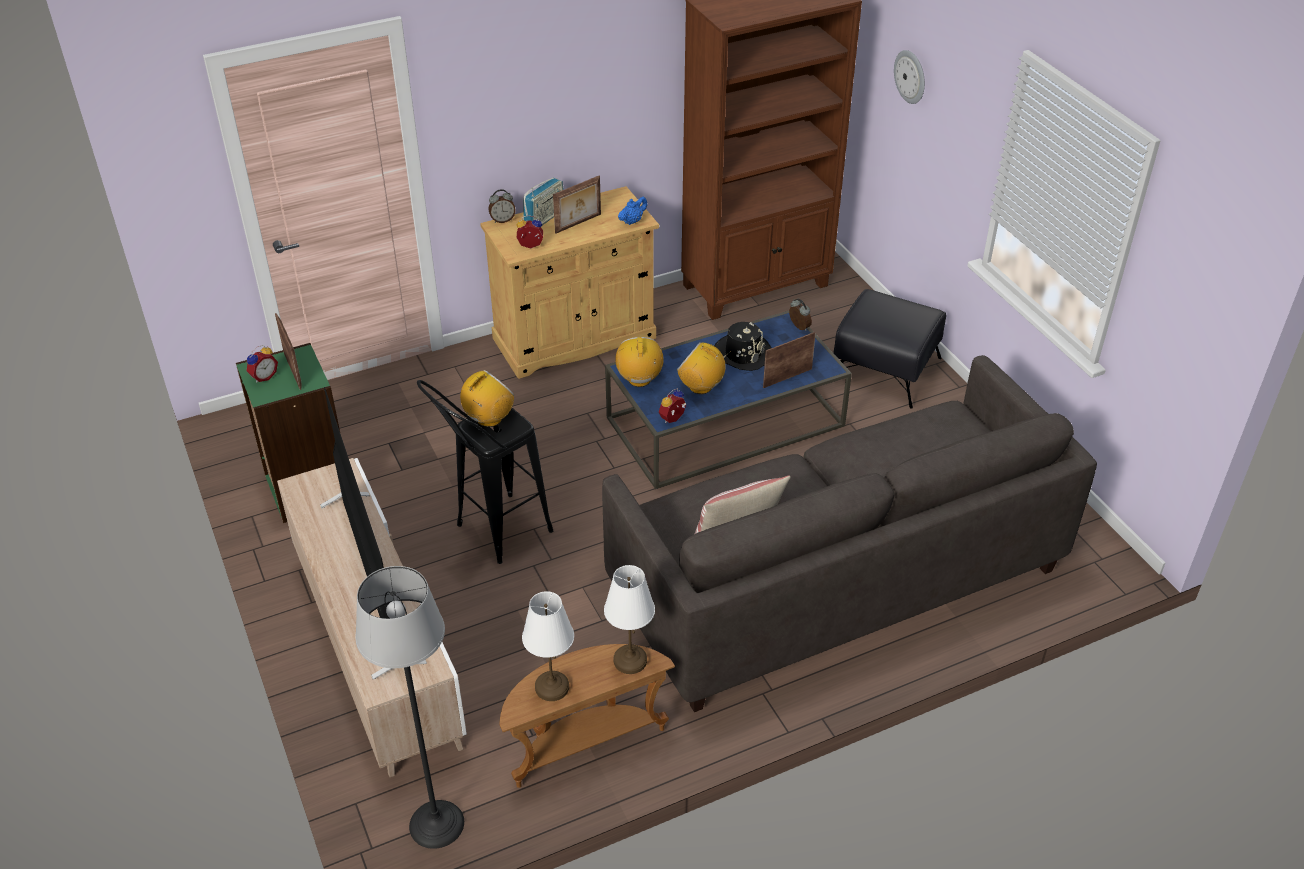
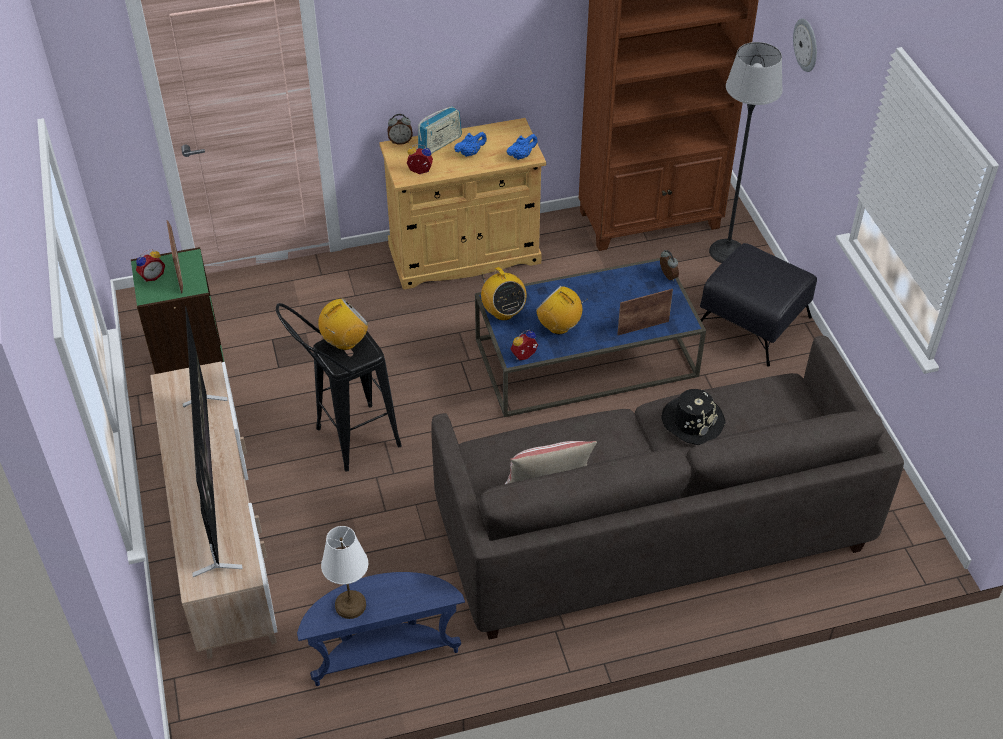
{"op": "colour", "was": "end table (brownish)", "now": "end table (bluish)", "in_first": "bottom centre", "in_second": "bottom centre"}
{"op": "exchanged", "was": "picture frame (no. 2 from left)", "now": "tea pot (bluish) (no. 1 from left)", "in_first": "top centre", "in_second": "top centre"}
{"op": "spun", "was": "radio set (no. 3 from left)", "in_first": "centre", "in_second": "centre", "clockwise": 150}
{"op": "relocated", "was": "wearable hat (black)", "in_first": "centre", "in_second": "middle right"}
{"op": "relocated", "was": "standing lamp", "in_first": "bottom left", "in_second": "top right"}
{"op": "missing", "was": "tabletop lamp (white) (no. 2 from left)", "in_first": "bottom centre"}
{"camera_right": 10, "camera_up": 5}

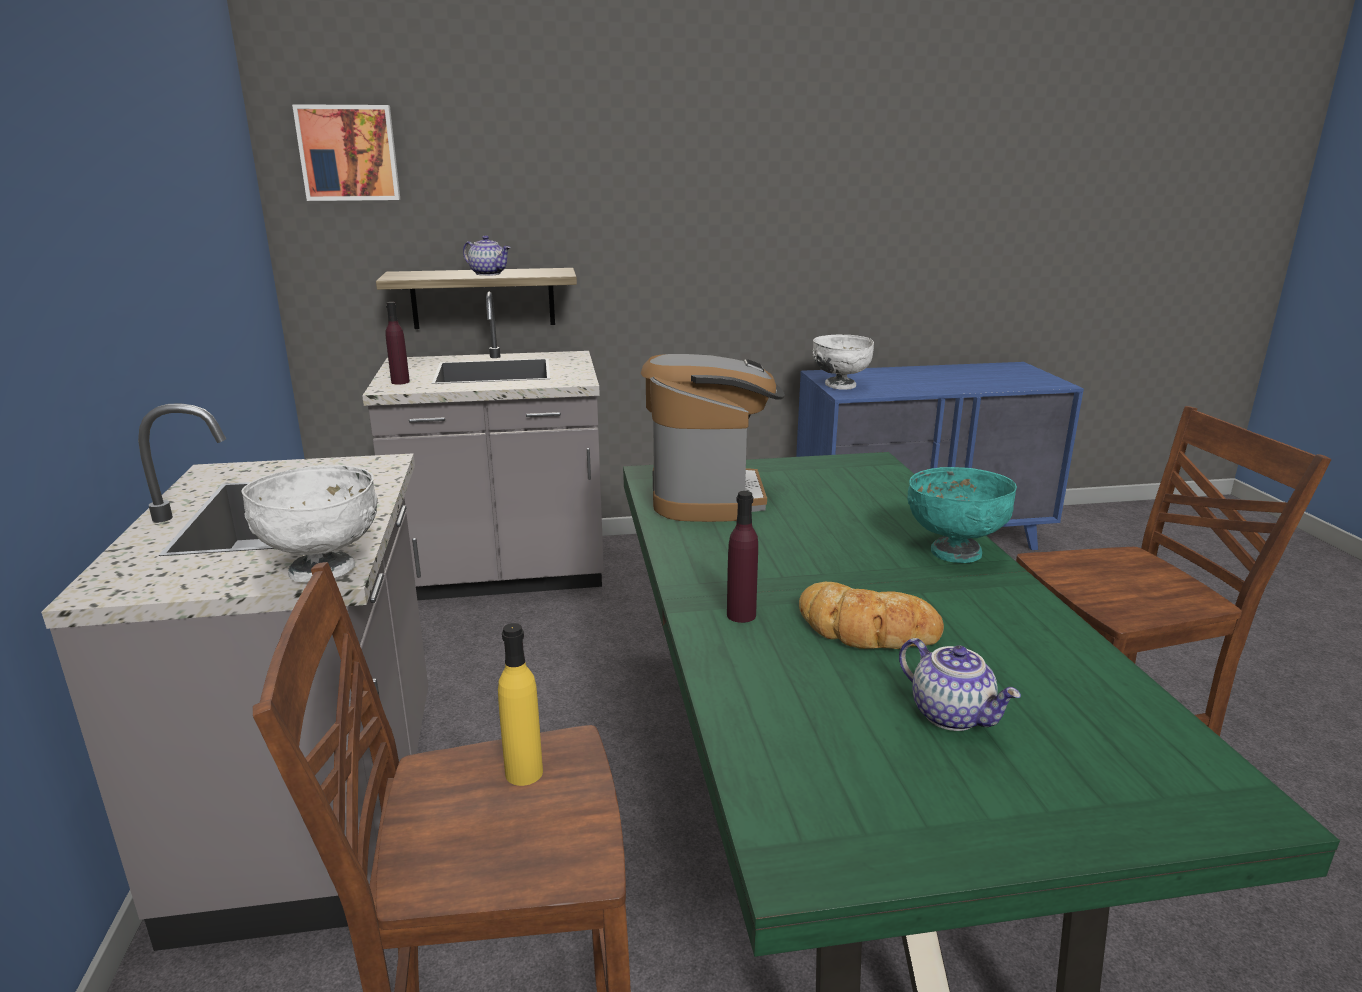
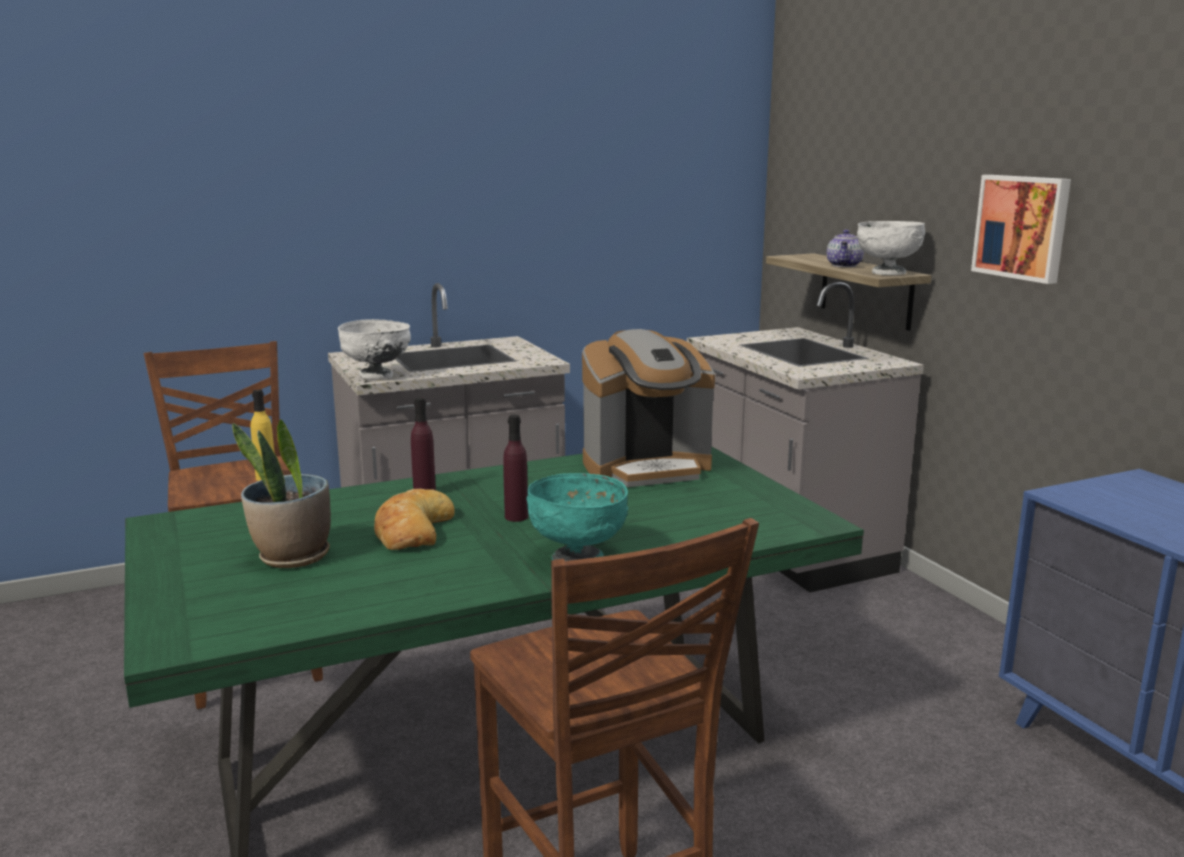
{"op": "exchanged", "was": "tea pot (no. 2 from left)", "now": "potted plant", "in_first": "bottom right", "in_second": "middle left"}
{"op": "relocated", "was": "beverage bottle (purple-coloured) (no. 1 from left in the first image)", "now": "beverage bottle (purple-coloured) (no. 2 from left)", "in_first": "middle left", "in_second": "centre"}
{"op": "relocated", "was": "bowl (white) (no. 2 from left)", "in_first": "centre", "in_second": "top right"}
{"op": "relocated", "was": "picture", "in_first": "top left", "in_second": "top right"}
{"camera_right": 75, "camera_up": -5}

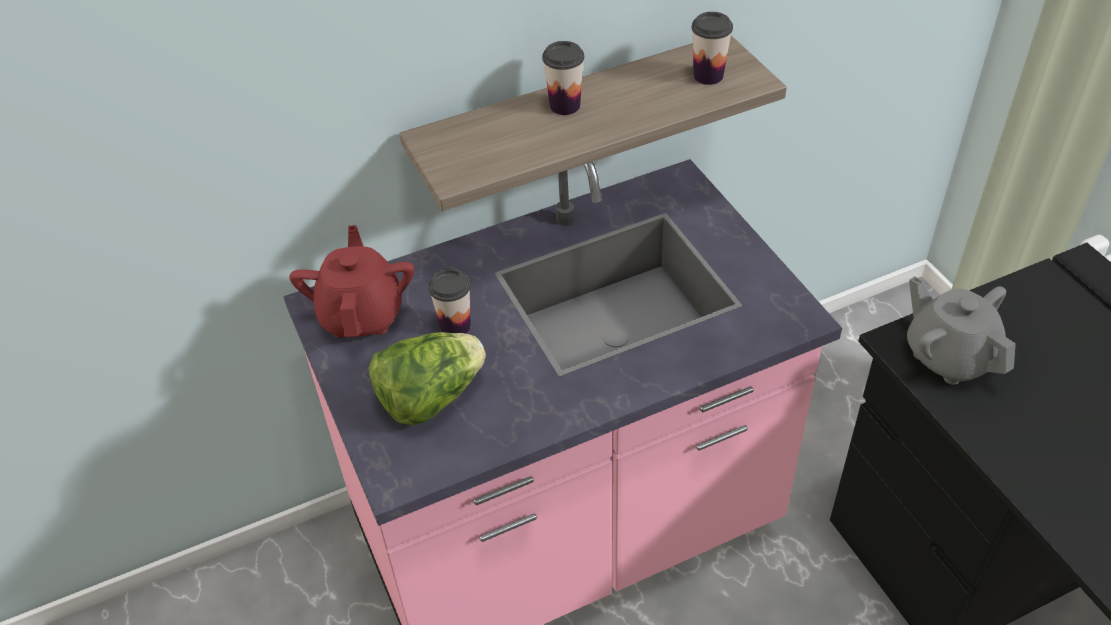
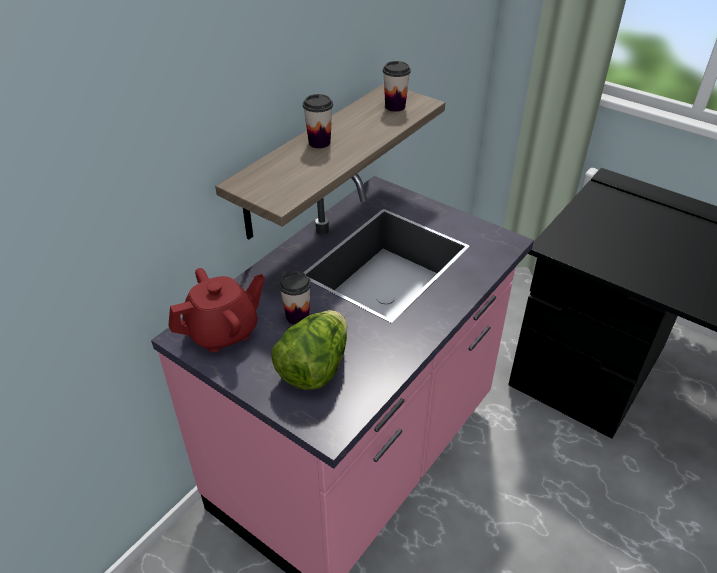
{"op": "spun", "was": "tea pot (red)", "in_first": "middle left", "in_second": "middle left", "clockwise": 90}
{"op": "missing", "was": "tea pot (grey)", "in_first": "middle right"}
{"camera_right": -30, "camera_up": -5}

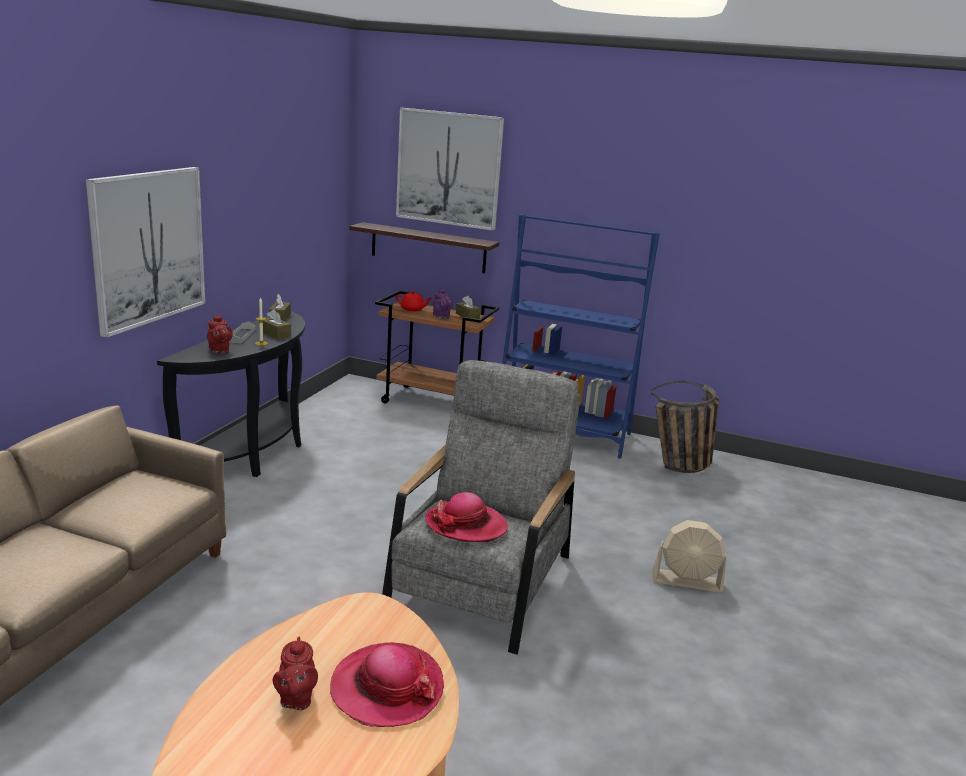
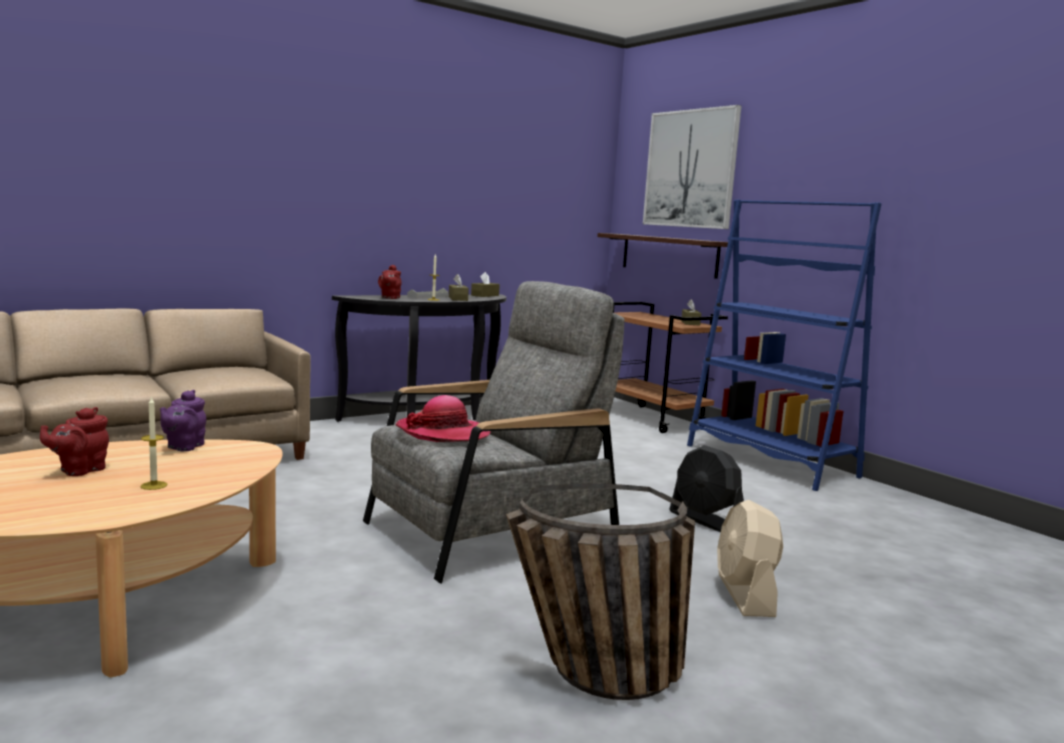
{"op": "exchanged", "was": "wearable hat (no. 1 from left)", "now": "wax candle (no. 1 from left)", "in_first": "bottom centre", "in_second": "middle left"}
{"op": "relocated", "was": "tea pot (purple-coloured)", "in_first": "centre", "in_second": "middle left"}
{"op": "relocated", "was": "storage basket", "in_first": "middle right", "in_second": "bottom centre"}
{"op": "appeared", "now": "cooling fan (black)", "in_second": "centre"}
{"op": "spun", "was": "cooling fan (beige)", "in_first": "bottom right", "in_second": "bottom right", "clockwise": 45}
{"op": "missing", "was": "picture (no. 1 from left)", "in_first": "top left"}
{"op": "missing", "was": "tea pot (red) (no. 3 from left)", "in_first": "centre"}
{"camera_right": 35, "camera_up": -10}

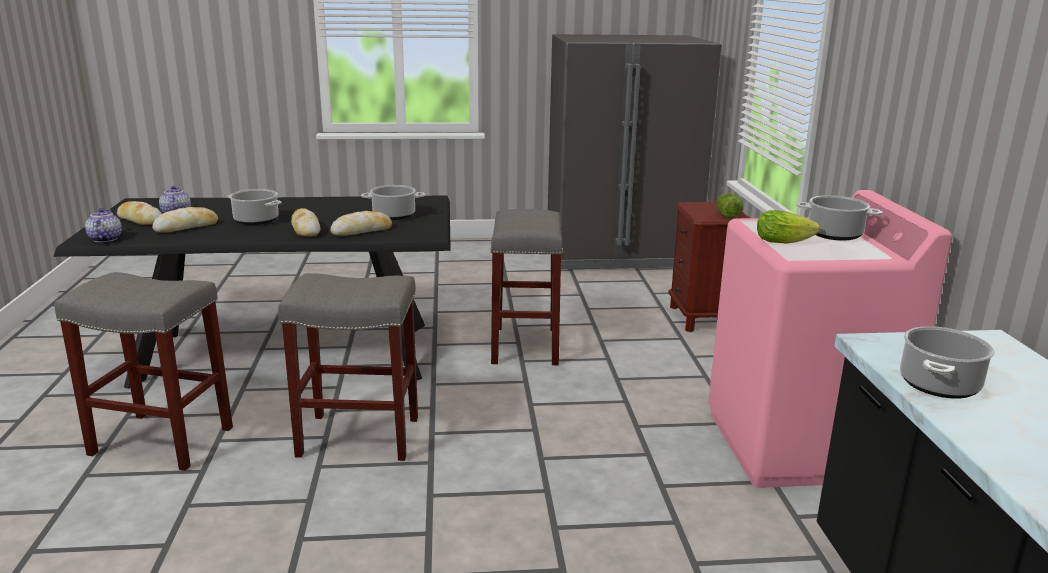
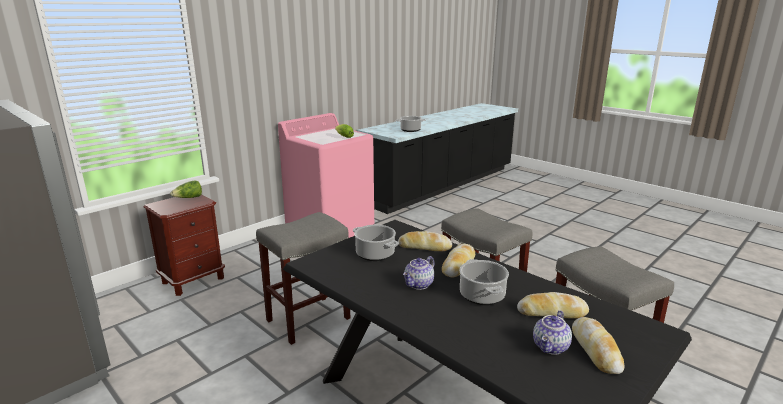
{"op": "relocated", "was": "tea pot (no. 1 from left)", "in_first": "middle left", "in_second": "bottom centre"}
{"op": "missing", "was": "cooking pot (no. 3 from left)", "in_first": "middle right"}
{"camera_right": -130, "camera_up": 0}

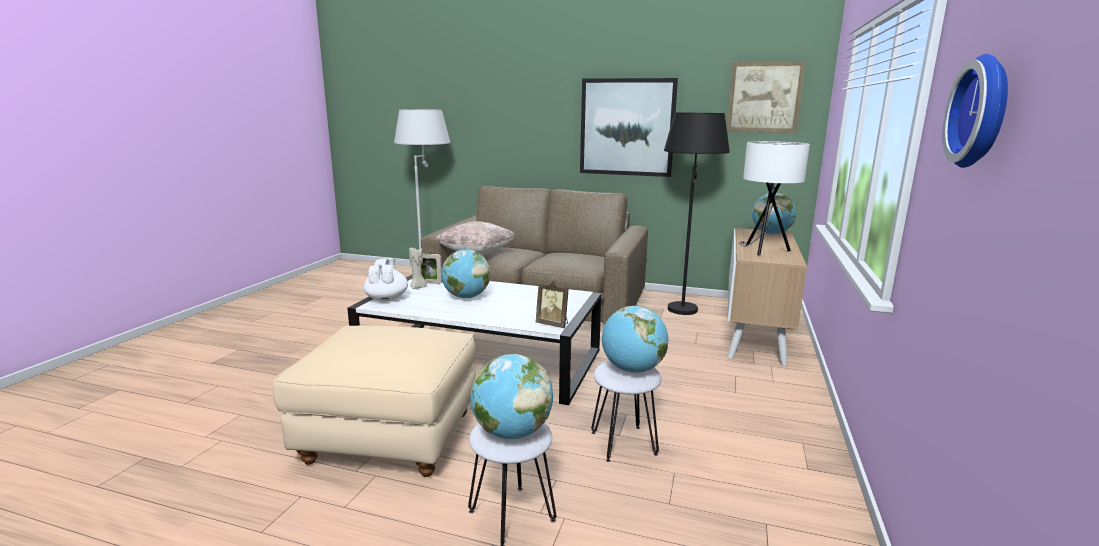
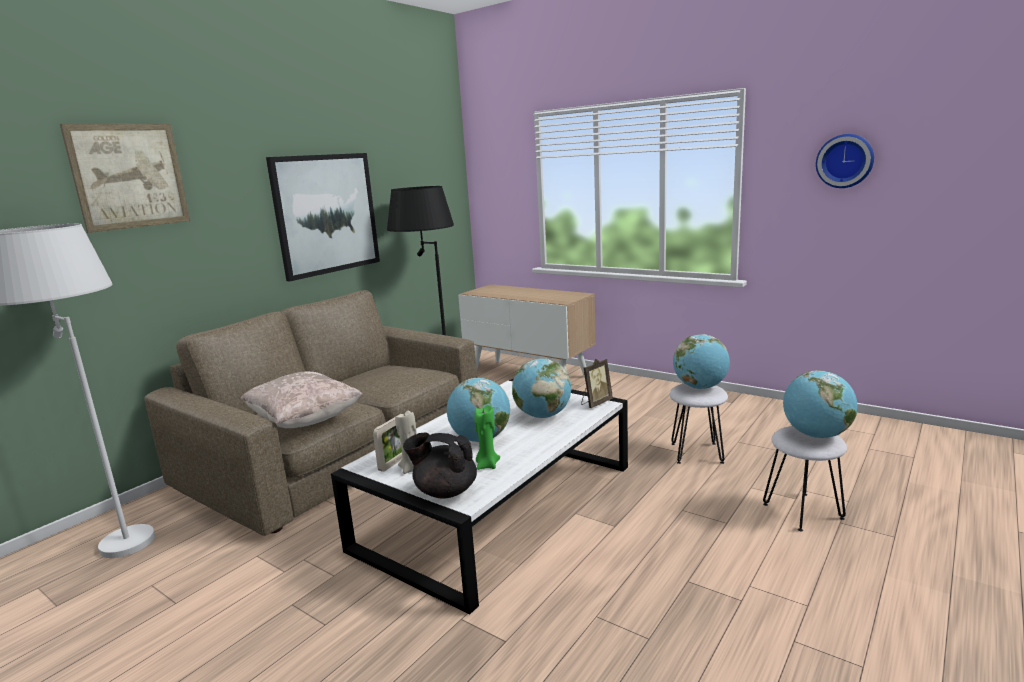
{"op": "relocated", "was": "picture (no. 2 from left in the first image)", "now": "picture (no. 1 from left)", "in_first": "top right", "in_second": "top left"}
{"op": "colour", "was": "tea pot (white)", "now": "tea pot (black)", "in_first": "centre", "in_second": "bottom centre"}
{"op": "appeared", "now": "wax candle (green)", "in_second": "centre"}
{"op": "relocated", "was": "globe (no. 4 from left in the first image)", "now": "globe (no. 2 from left)", "in_first": "middle right", "in_second": "centre"}
{"op": "missing", "was": "footrest (beige)", "in_first": "bottom centre"}
{"op": "missing", "was": "tabletop lamp (white)", "in_first": "middle right"}
{"camera_right": -70, "camera_up": 0}

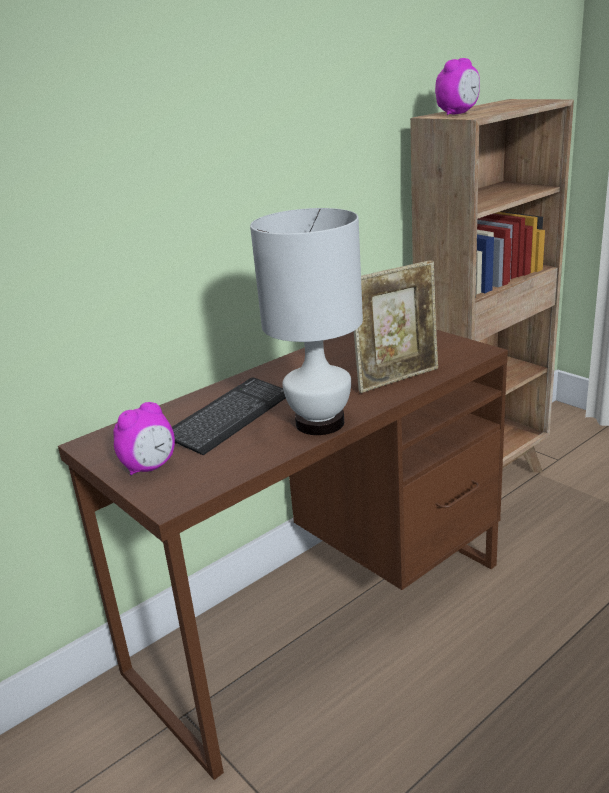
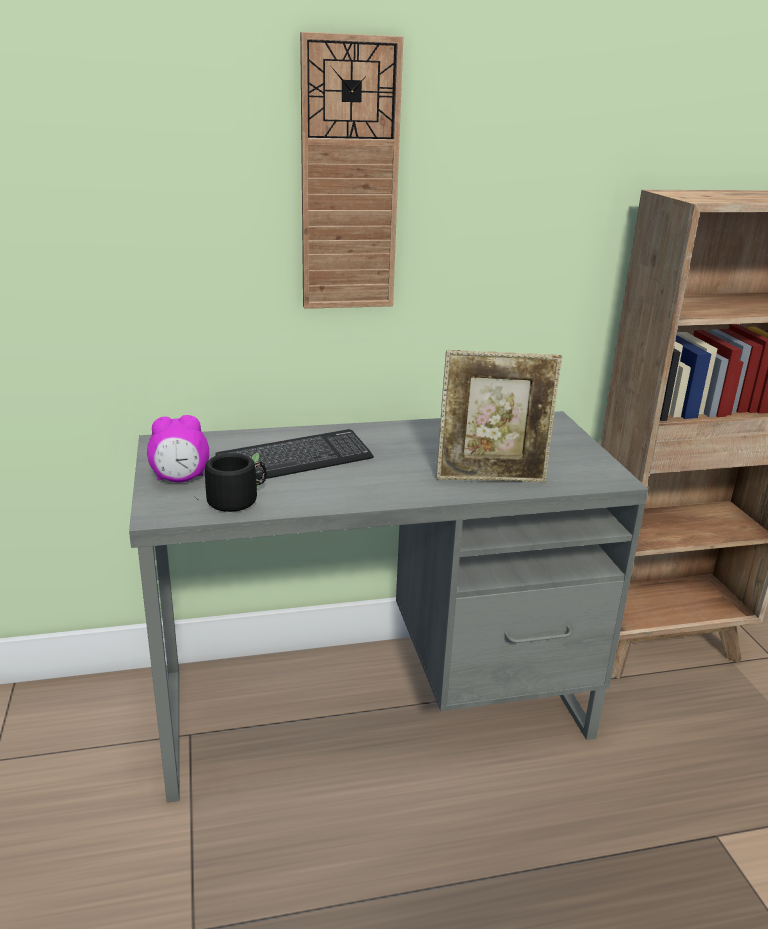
{"op": "colour", "was": "desk unit (brownish)", "now": "desk unit (grey)", "in_first": "bottom centre", "in_second": "centre"}
{"op": "appeared", "now": "tea mug (black)", "in_second": "middle left"}
{"op": "appeared", "now": "hanging clock", "in_second": "top centre"}
{"op": "missing", "was": "tabletop lamp (white)", "in_first": "centre"}
{"op": "missing", "was": "bedside clock (no. 2 from left)", "in_first": "top right"}
{"camera_right": 25, "camera_up": 0}

